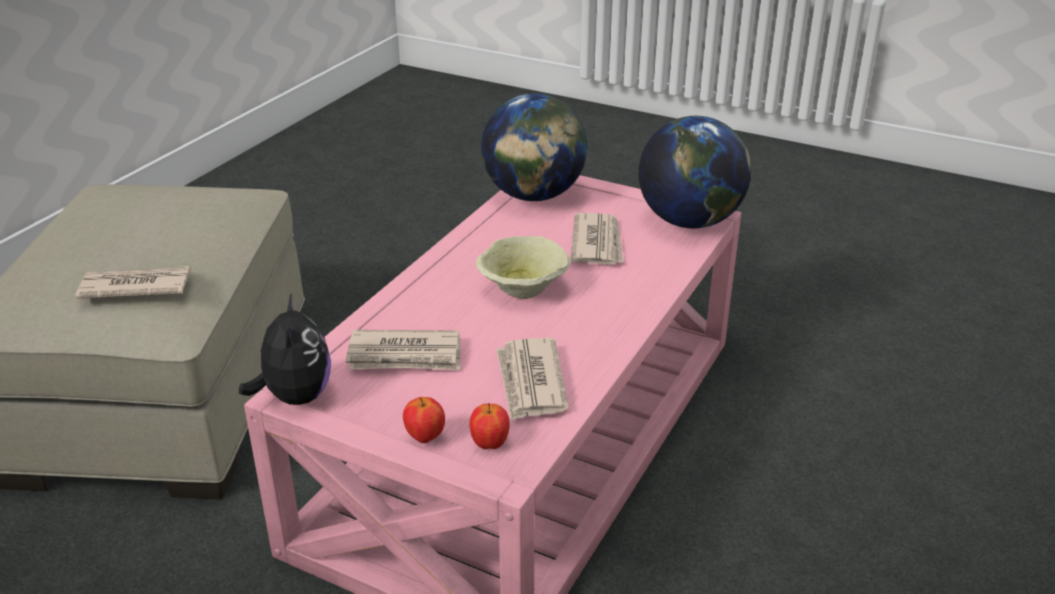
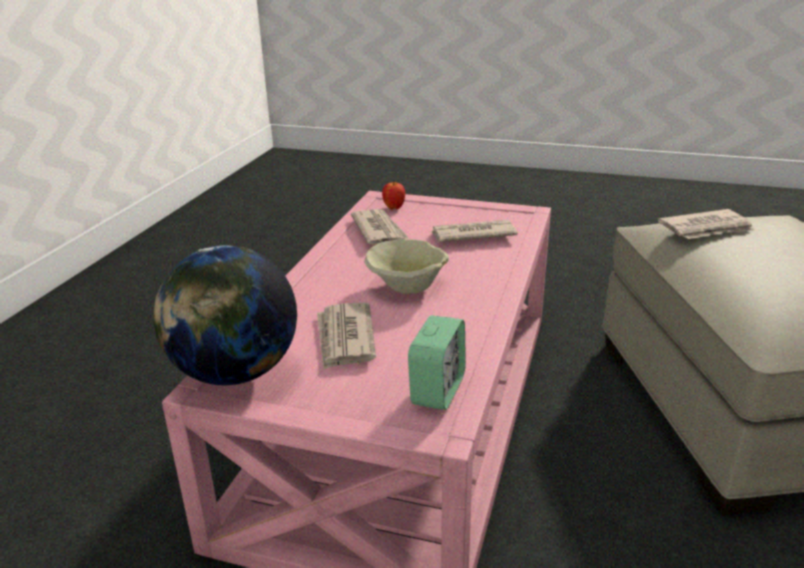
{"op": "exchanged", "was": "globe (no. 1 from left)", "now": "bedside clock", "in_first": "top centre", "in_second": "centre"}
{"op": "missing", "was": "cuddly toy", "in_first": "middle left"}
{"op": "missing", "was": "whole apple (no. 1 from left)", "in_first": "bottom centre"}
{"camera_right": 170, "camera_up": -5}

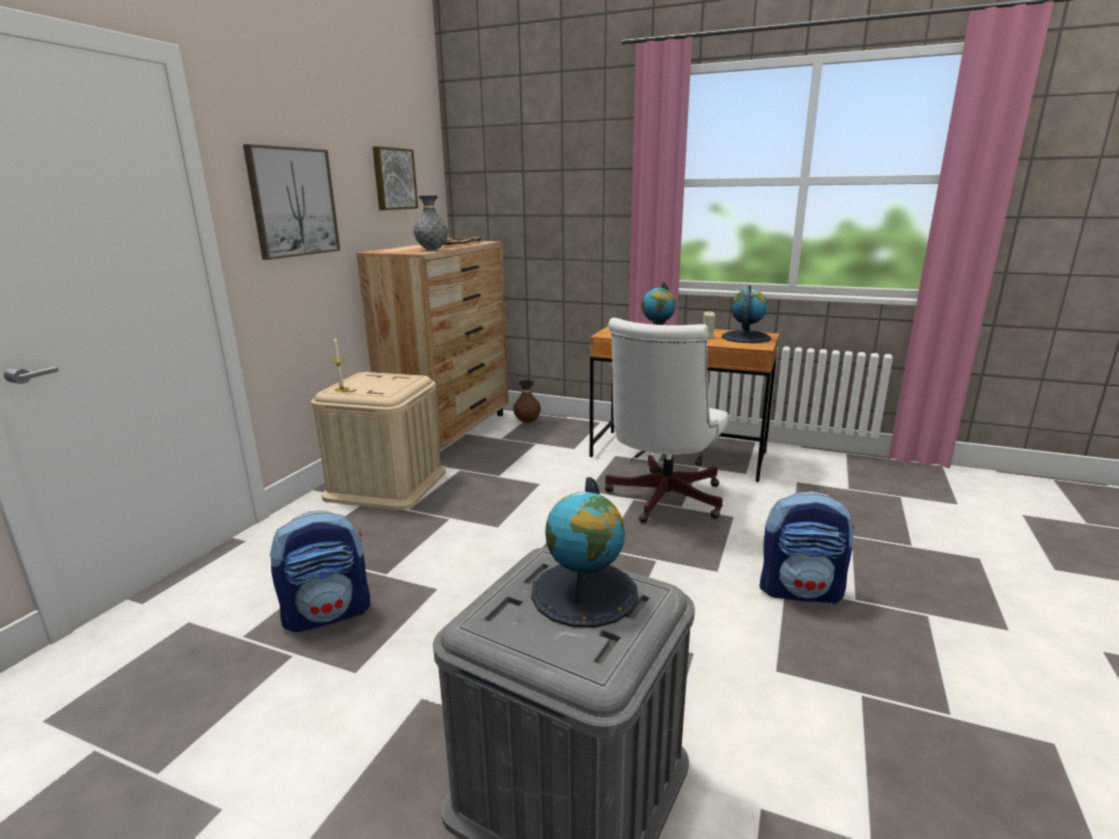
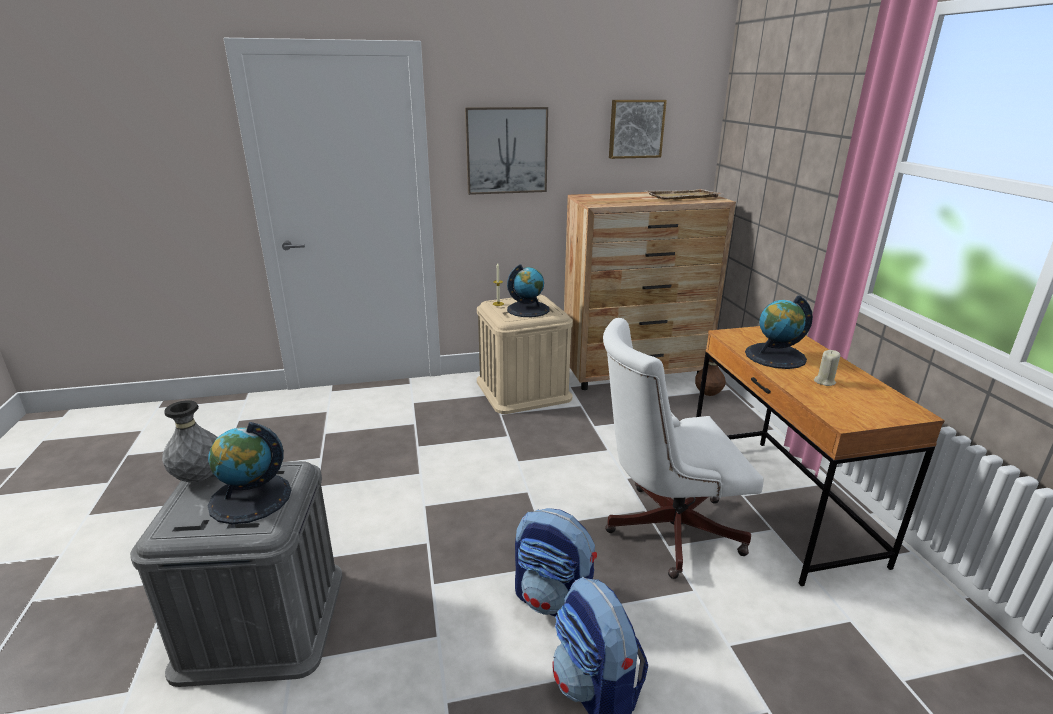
{"op": "relocated", "was": "decorative vase (grey)", "in_first": "top centre", "in_second": "middle left"}
{"op": "relocated", "was": "globe (no. 3 from left in the first image)", "now": "globe (no. 2 from left)", "in_first": "middle right", "in_second": "centre"}
{"op": "relocated", "was": "backpack (no. 1 from left)", "in_first": "bottom left", "in_second": "bottom centre"}
{"camera_right": 55, "camera_up": 5}

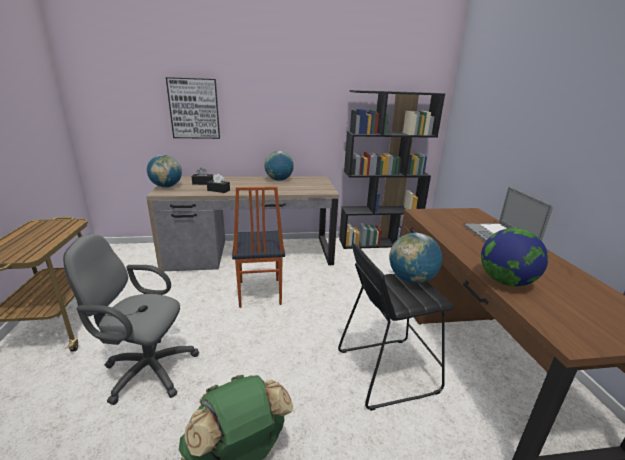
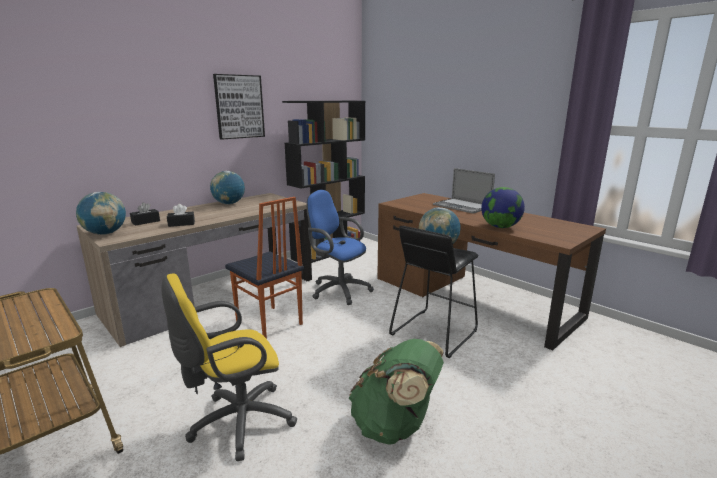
{"op": "colour", "was": "office chair (grey)", "now": "office chair (yellow-coloured)", "in_first": "bottom left", "in_second": "bottom left"}
{"op": "relocated", "was": "picture", "in_first": "top left", "in_second": "top centre"}
{"op": "appeared", "now": "office chair (bluish)", "in_second": "centre"}
{"camera_right": -35, "camera_up": -5}

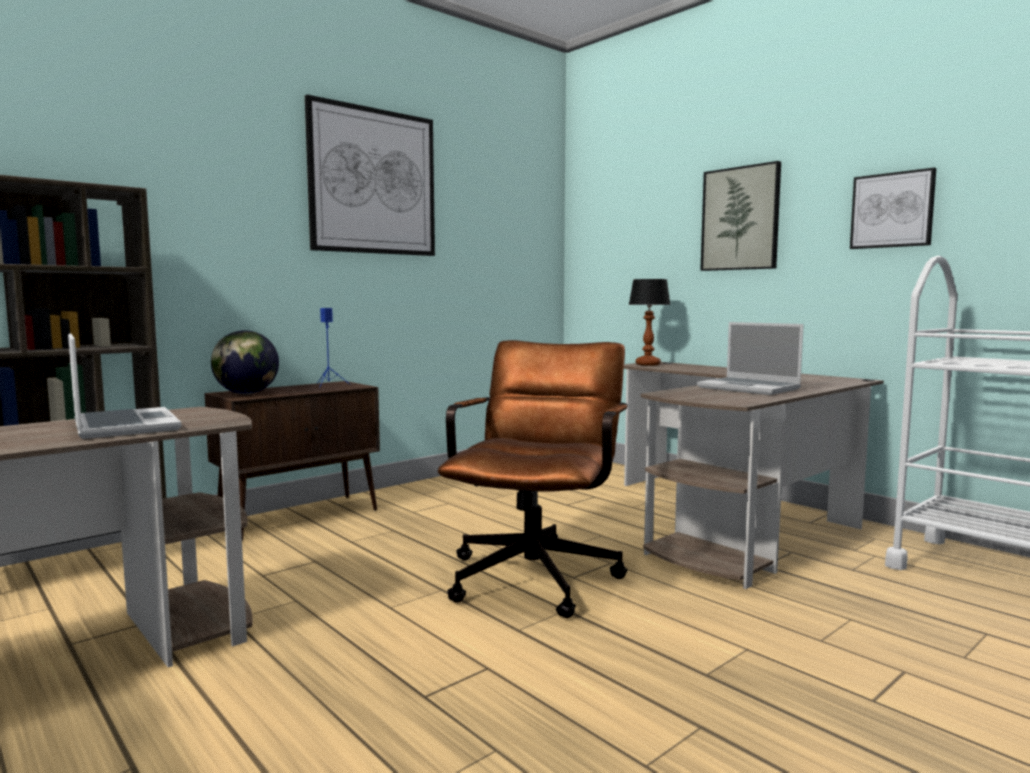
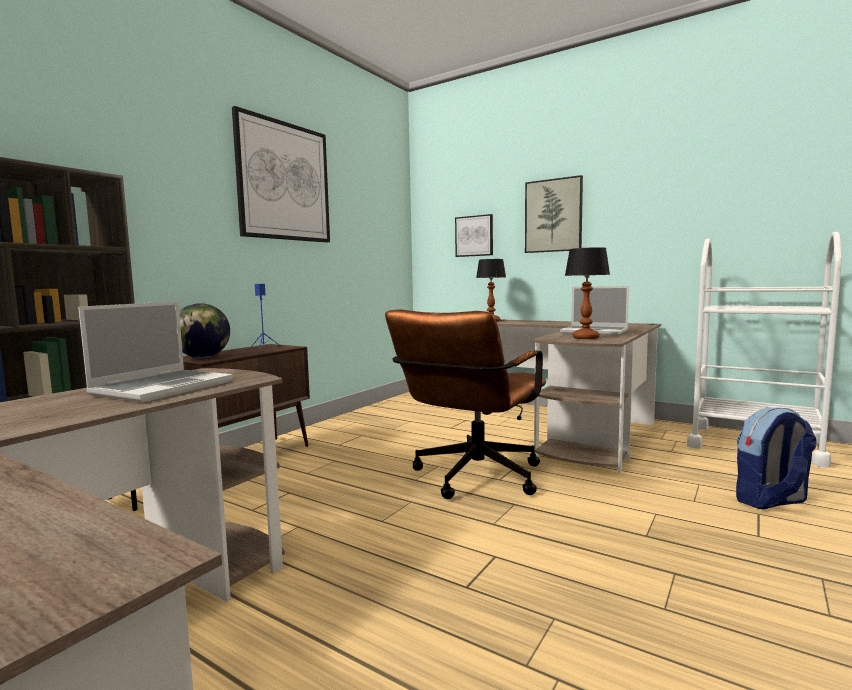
{"op": "spun", "was": "notebook computer (no. 1 from left)", "in_first": "middle left", "in_second": "middle left", "clockwise": 75}
{"op": "spun", "was": "office chair (brownish)", "in_first": "centre", "in_second": "centre", "clockwise": -150}
{"op": "relocated", "was": "picture (no. 3 from left in the first image)", "now": "picture (no. 2 from left)", "in_first": "top right", "in_second": "centre"}
{"op": "appeared", "now": "tabletop lamp (no. 2 from left)", "in_second": "middle right"}
{"op": "appeared", "now": "backpack", "in_second": "middle right"}
{"camera_right": -15, "camera_up": 0}

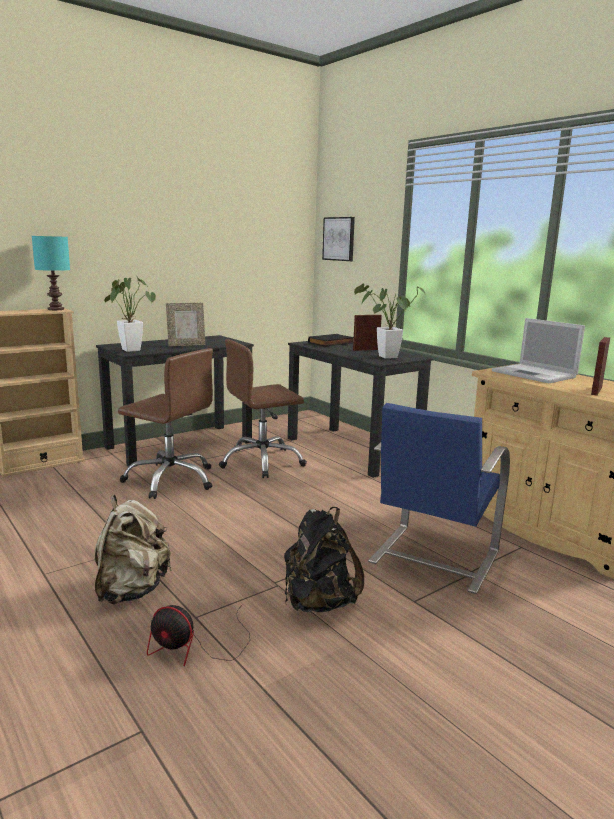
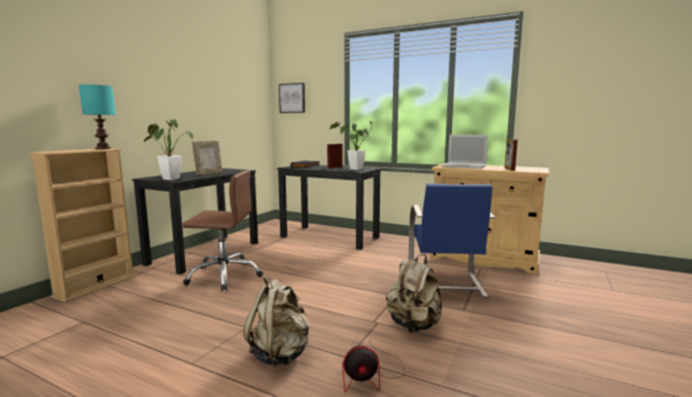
{"op": "colour", "was": "backpack (black)", "now": "backpack (beige) (no. 2 from left)", "in_first": "bottom centre", "in_second": "bottom centre"}
{"op": "missing", "was": "office chair (brownish) (no. 2 from left)", "in_first": "centre"}
{"camera_right": -25, "camera_up": -5}

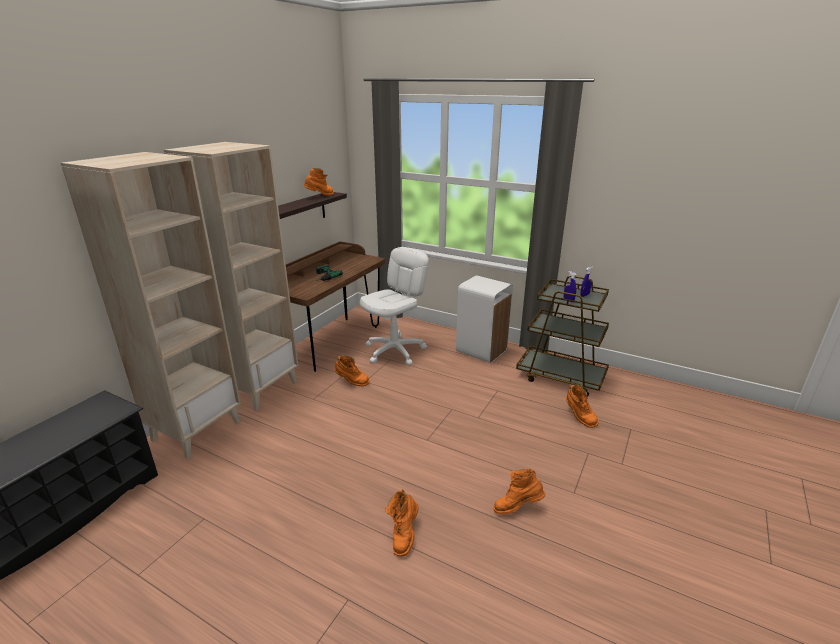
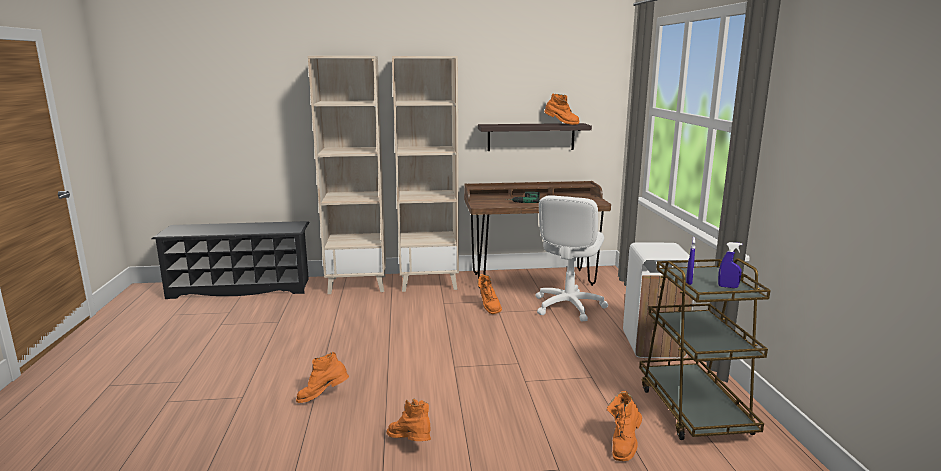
{"op": "spun", "was": "office chair (white)", "in_first": "centre", "in_second": "centre", "clockwise": 105}
{"camera_right": 55, "camera_up": -10}

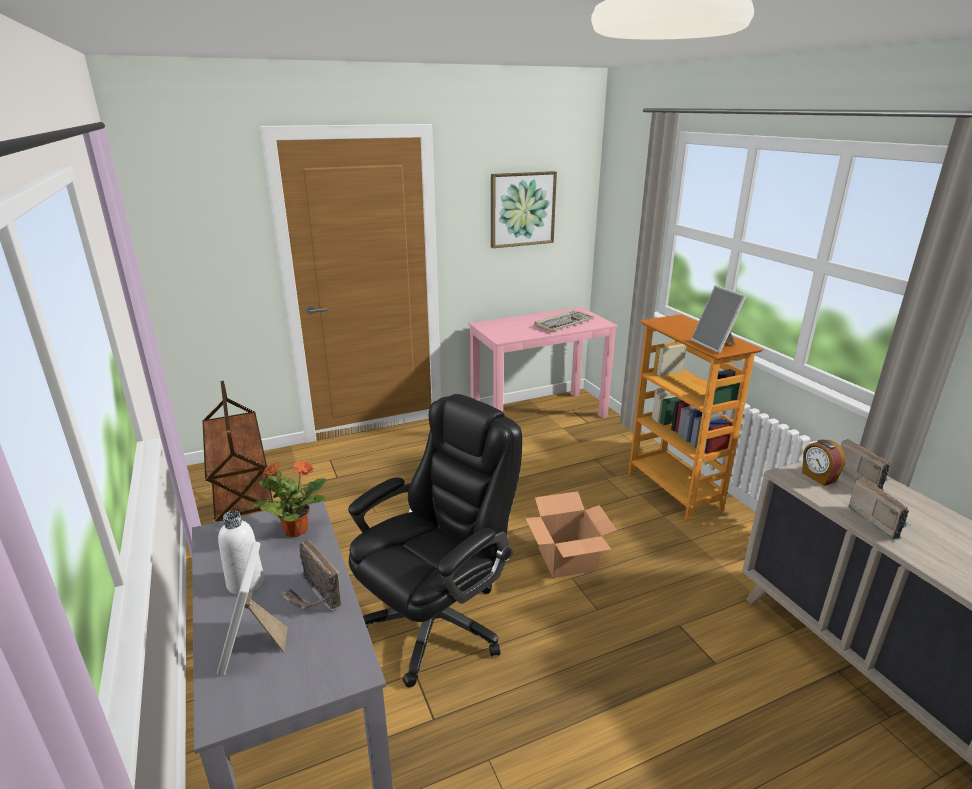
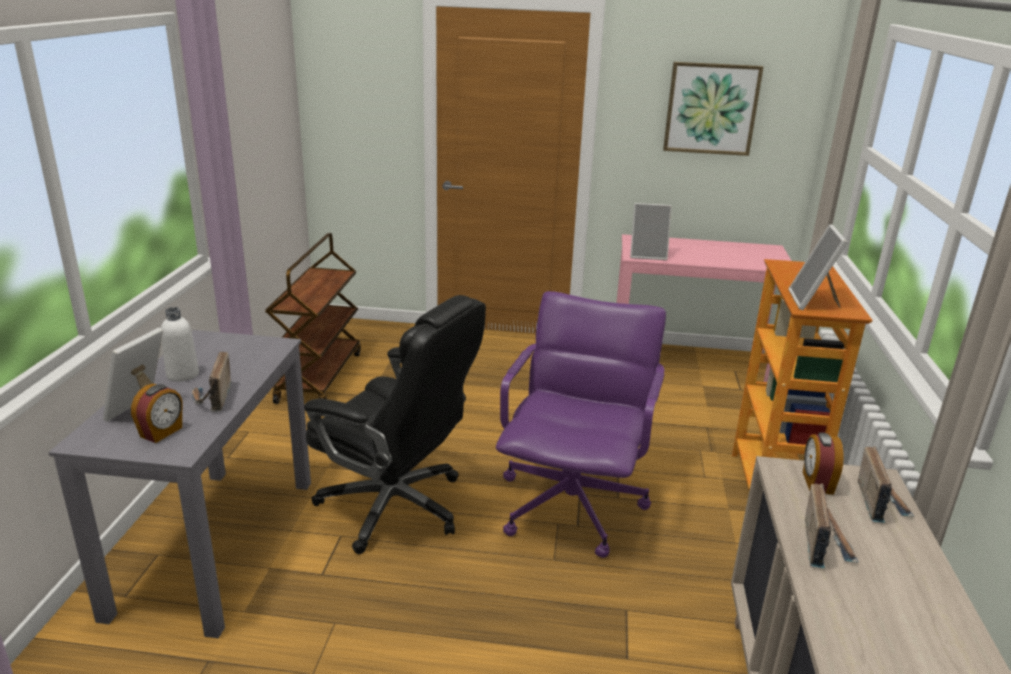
{"op": "appeared", "now": "bedside clock (no. 1 from left)", "in_second": "middle left"}
{"op": "spun", "was": "office chair (black)", "in_first": "bottom centre", "in_second": "centre", "clockwise": 45}
{"op": "exchanged", "was": "carton", "now": "office chair (purple-coloured)", "in_first": "bottom centre", "in_second": "centre"}
{"op": "appeared", "now": "picture frame (no. 2 from left)", "in_second": "centre"}
{"op": "missing", "was": "potted plant", "in_first": "middle left"}
{"op": "missing", "was": "computer keyboard", "in_first": "centre"}
{"camera_right": 30, "camera_up": 0}

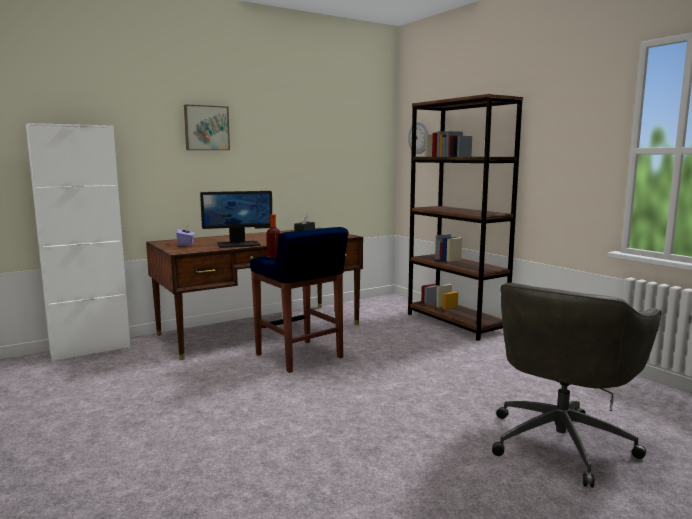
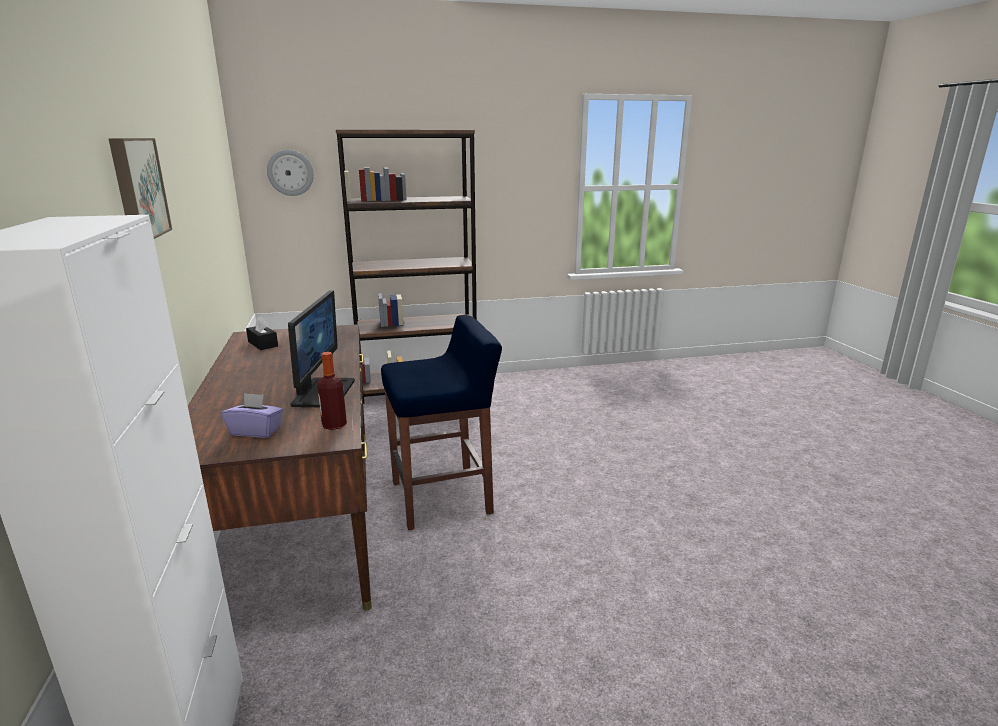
{"op": "relocated", "was": "beverage bottle", "in_first": "centre", "in_second": "middle left"}
{"op": "missing", "was": "office chair (grey)", "in_first": "bottom right"}
{"camera_right": -70, "camera_up": 10}

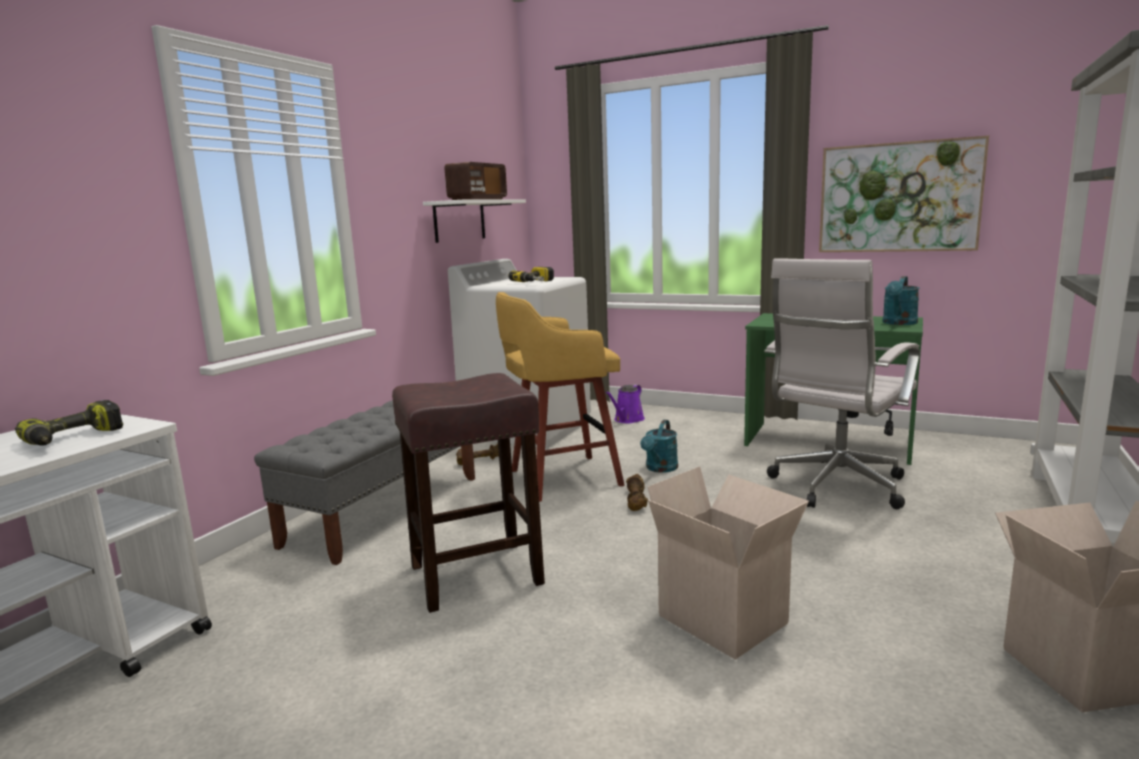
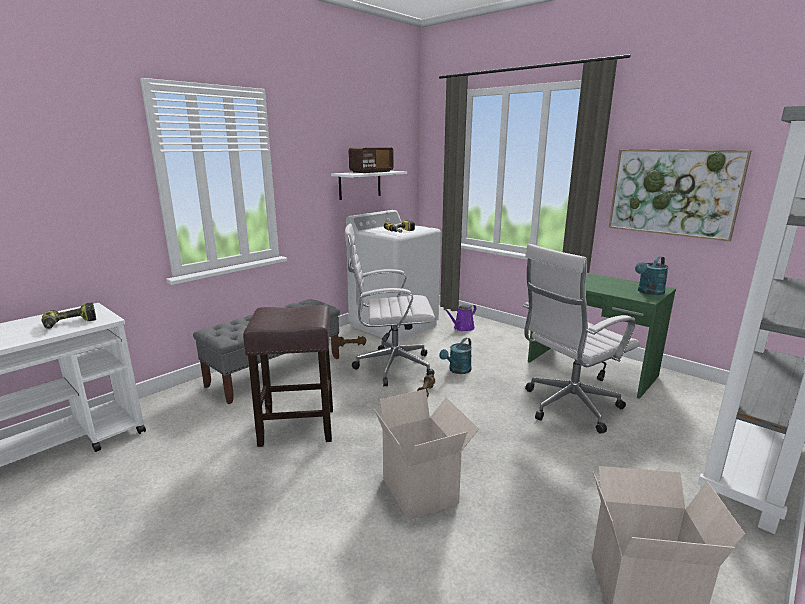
{"op": "exchanged", "was": "sitting stool (yellow-coloured)", "now": "office chair (white) (no. 1 from left)", "in_first": "centre", "in_second": "centre"}
{"camera_right": 15, "camera_up": 5}

